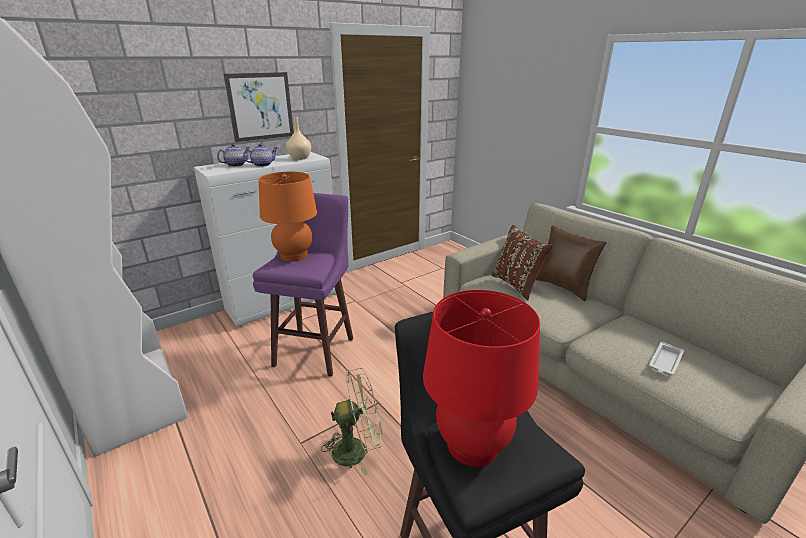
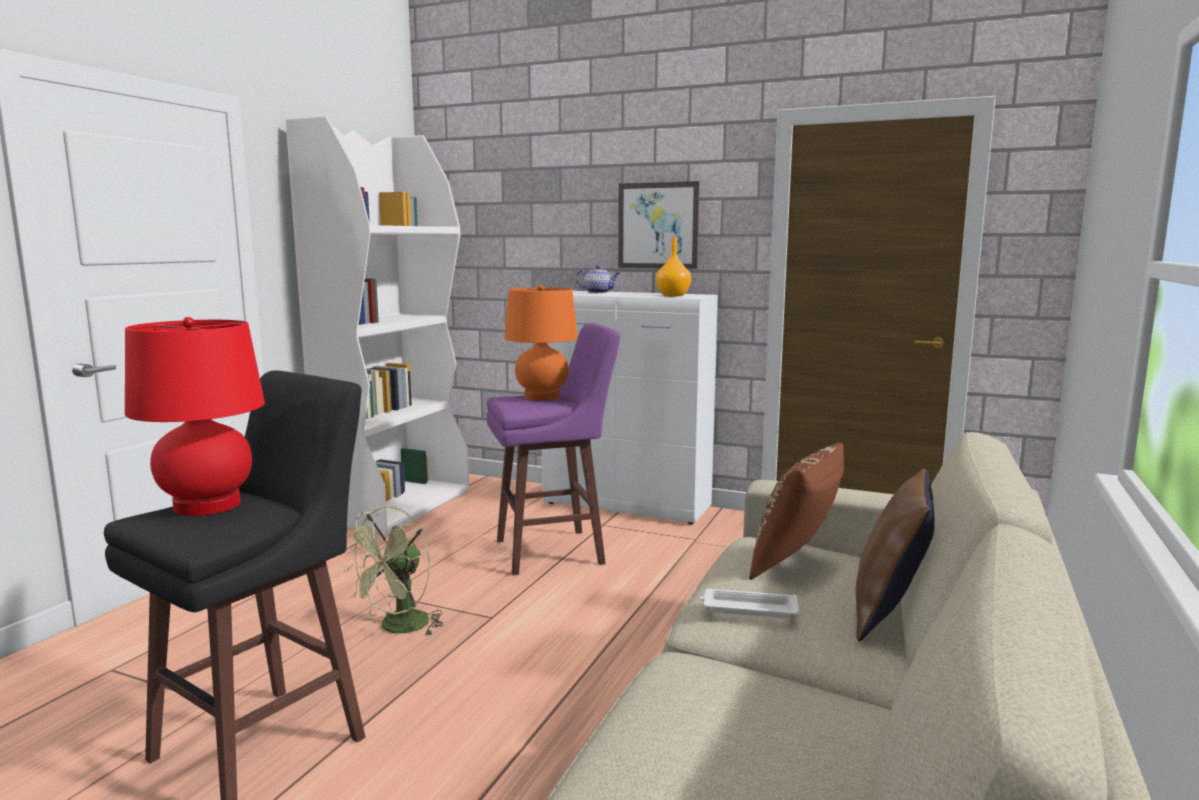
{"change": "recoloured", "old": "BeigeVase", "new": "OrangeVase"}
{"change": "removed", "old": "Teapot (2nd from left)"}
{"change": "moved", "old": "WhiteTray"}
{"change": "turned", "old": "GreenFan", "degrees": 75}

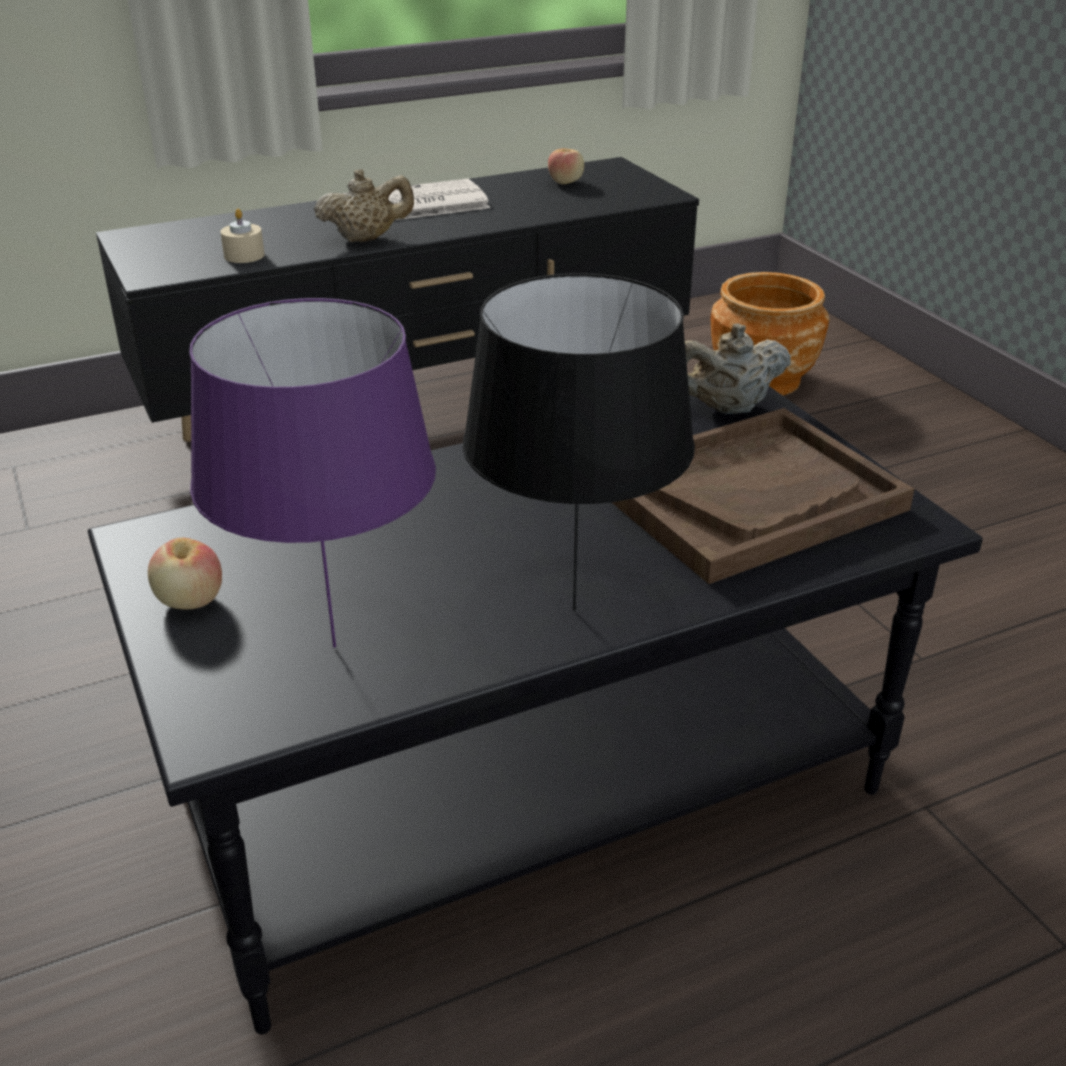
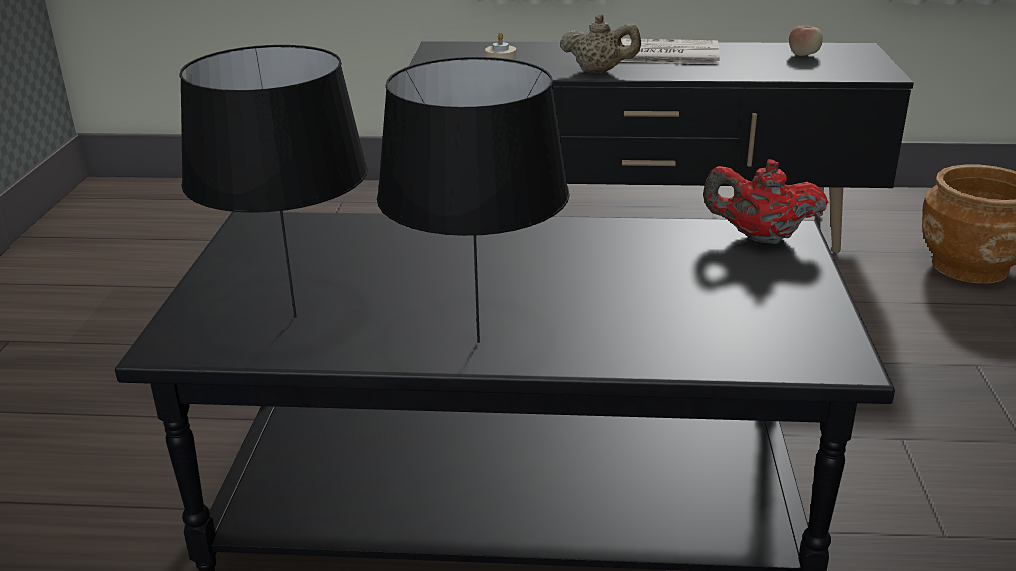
{"change": "recoloured", "old": "PurpleTableLamp", "new": "BlackTableLamp (1st from left)"}
{"change": "recoloured", "old": "BeigeTeapot (2nd from left)", "new": "RedTeapot"}
{"change": "removed", "old": "BrownTray"}
{"change": "removed", "old": "Apple (1st from left)"}

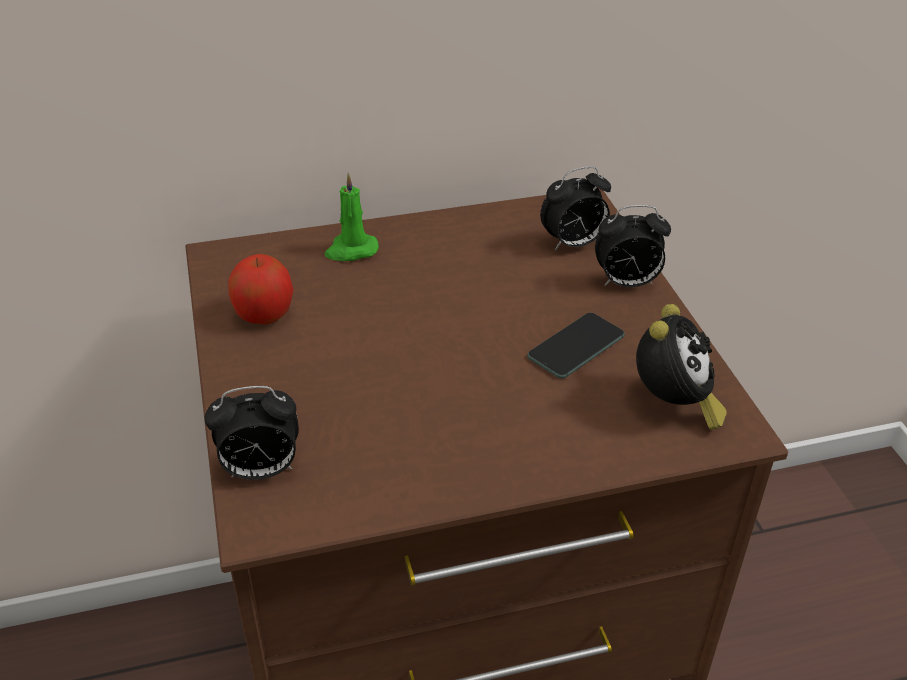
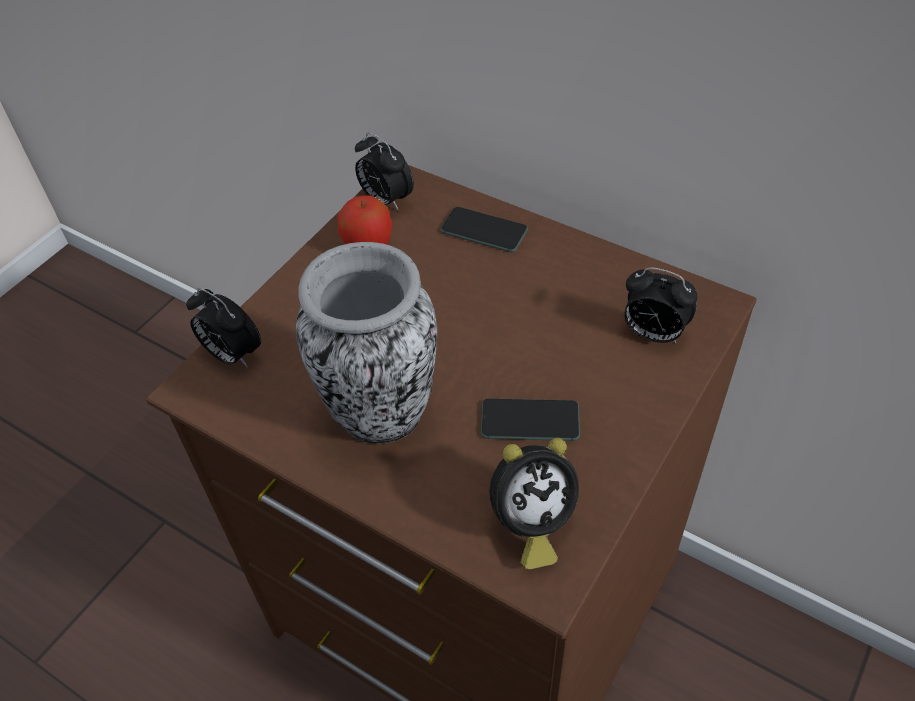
{"change": "replaced", "old": "GreenCandle", "new": "Phone (1st from left)"}
{"change": "moved", "old": "AlarmClock (3rd from left in the first image)", "new": "AlarmClock (2nd from left)"}
{"change": "added", "new": "Vase"}

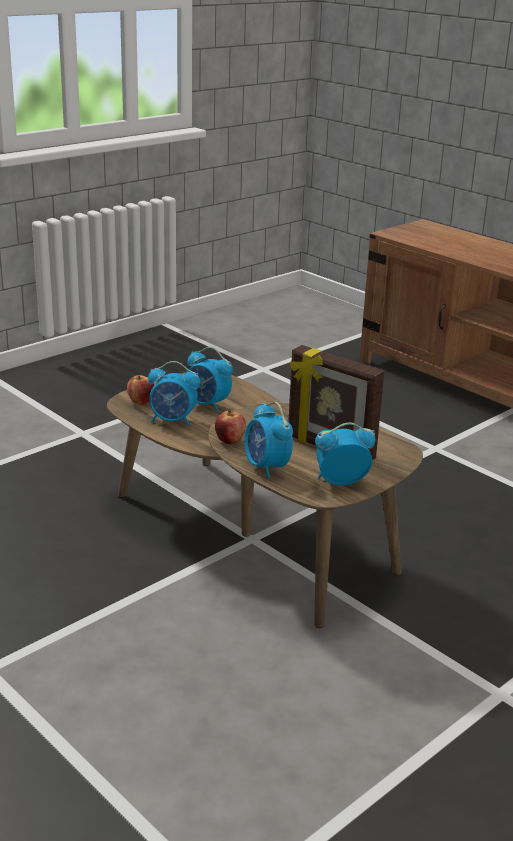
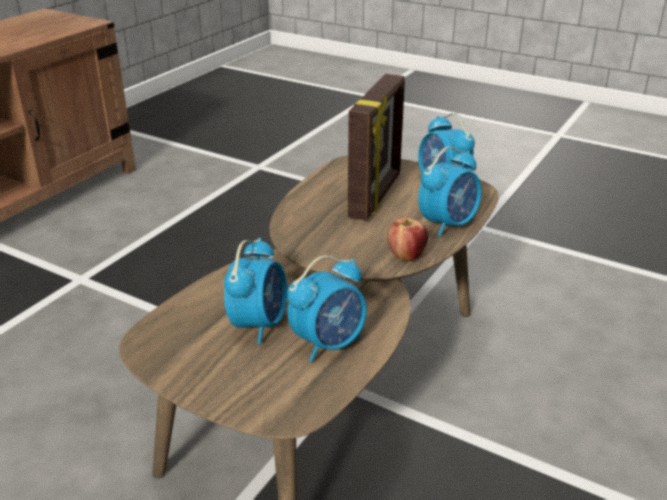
{"change": "turned", "old": "AlarmClock (1st from left in the first image)", "degrees": 60}
{"change": "removed", "old": "Apple (1st from left)"}

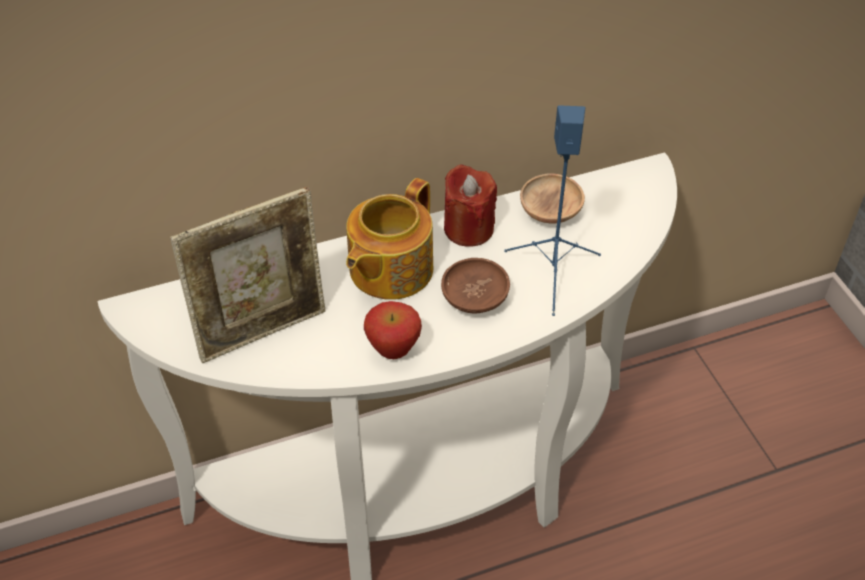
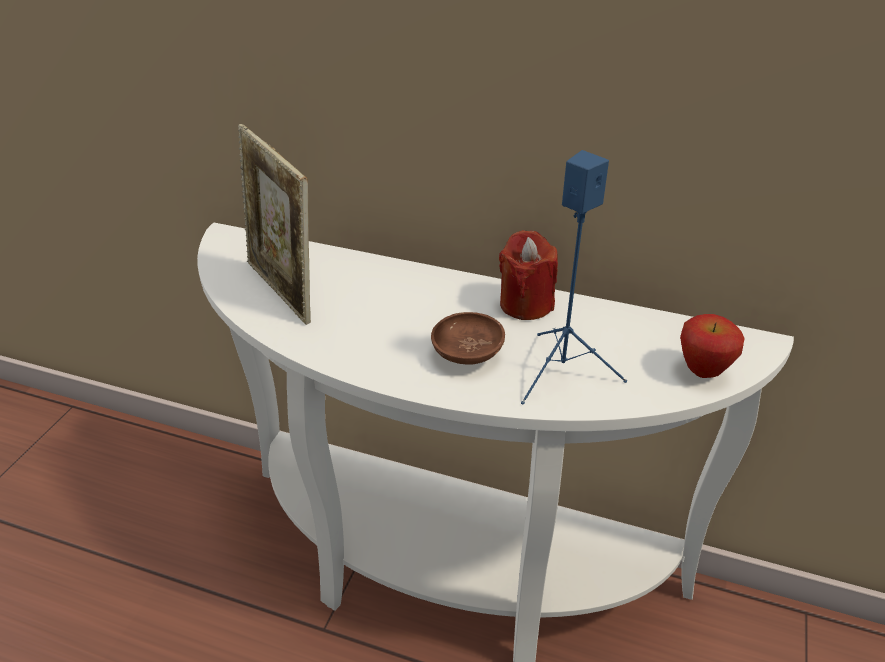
{"change": "removed", "old": "BrownBowl (2nd from left)"}
{"change": "removed", "old": "Teapot"}
{"change": "turned", "old": "PictureFrame", "degrees": 45}
{"change": "moved", "old": "Apple"}

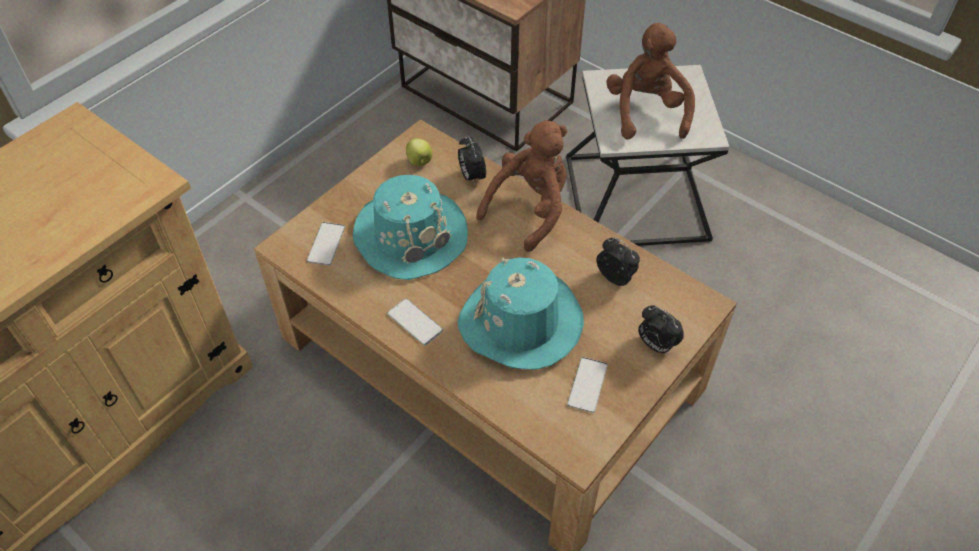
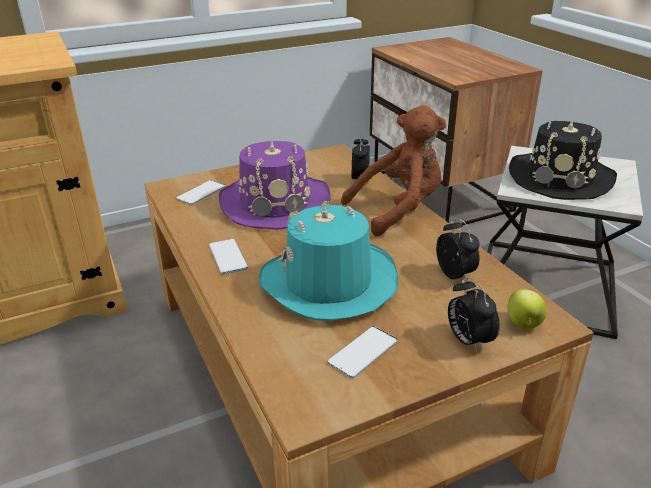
{"change": "replaced", "old": "BrownPlushToy (2nd from left)", "new": "BlackHat"}
{"change": "moved", "old": "Apple"}
{"change": "recoloured", "old": "TurquoiseHat (1st from left)", "new": "PurpleHat"}

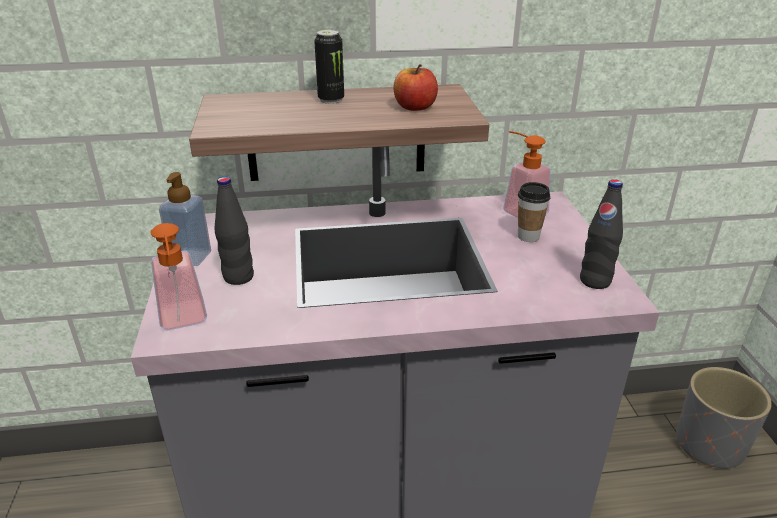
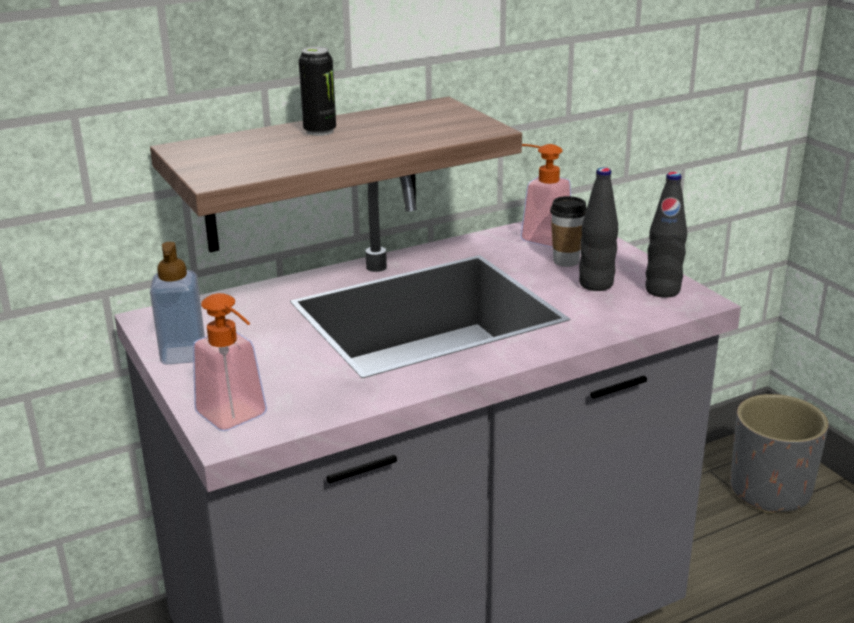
{"change": "removed", "old": "Apple"}
{"change": "moved", "old": "BlackBottle (1st from left)"}

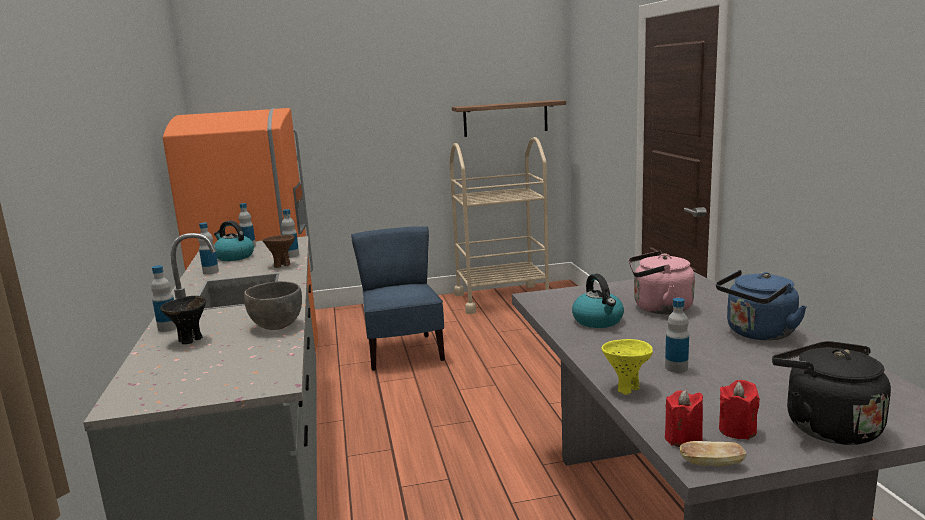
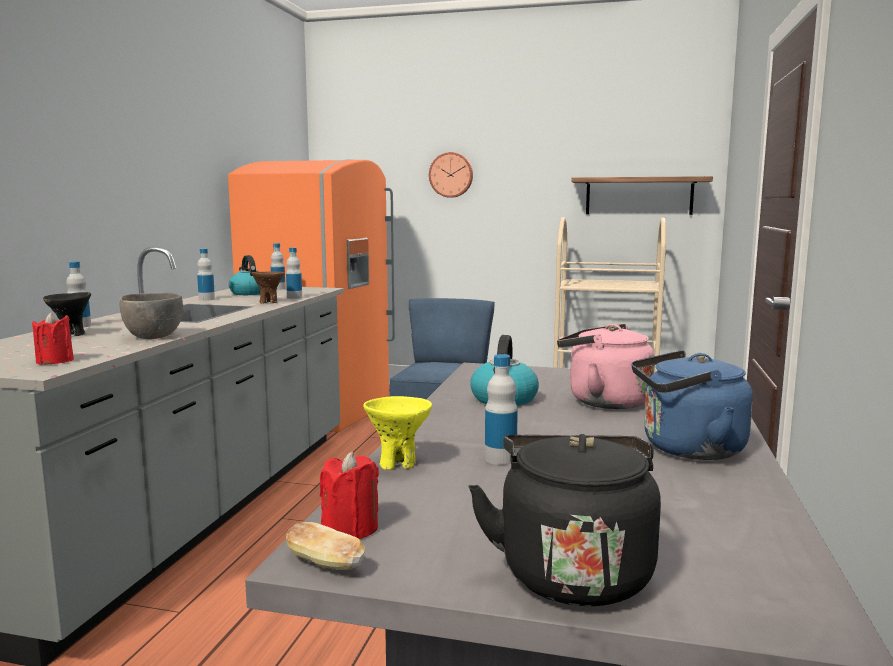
{"change": "moved", "old": "RedCandle (2nd from left in the first image)", "new": "RedCandle (1st from left)"}
{"change": "added", "new": "WallClock"}

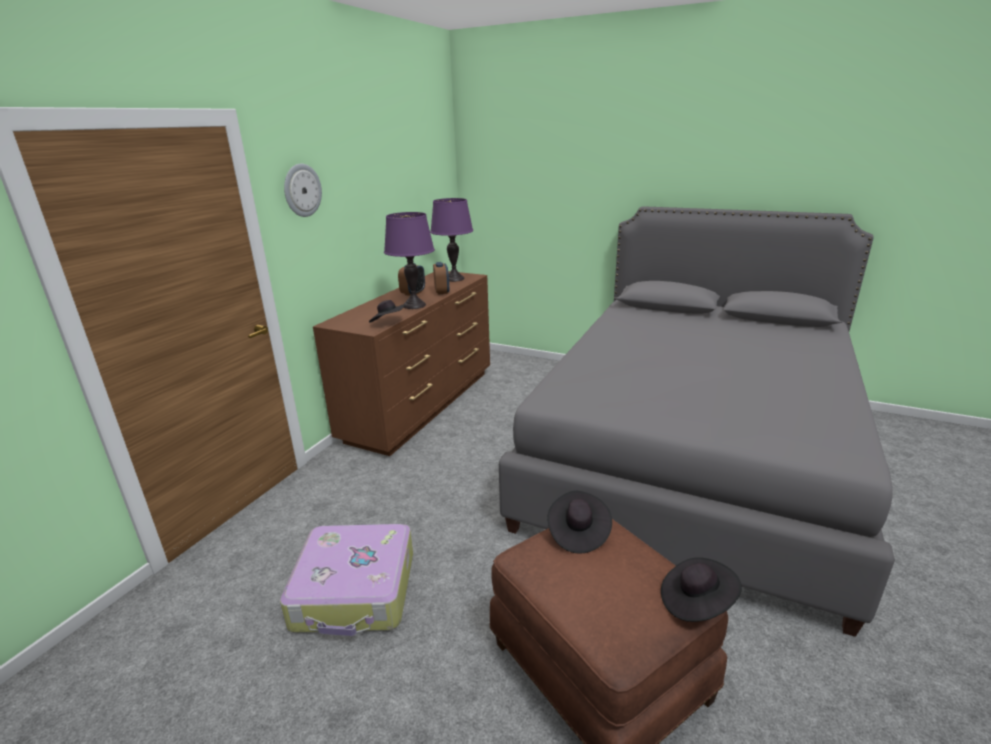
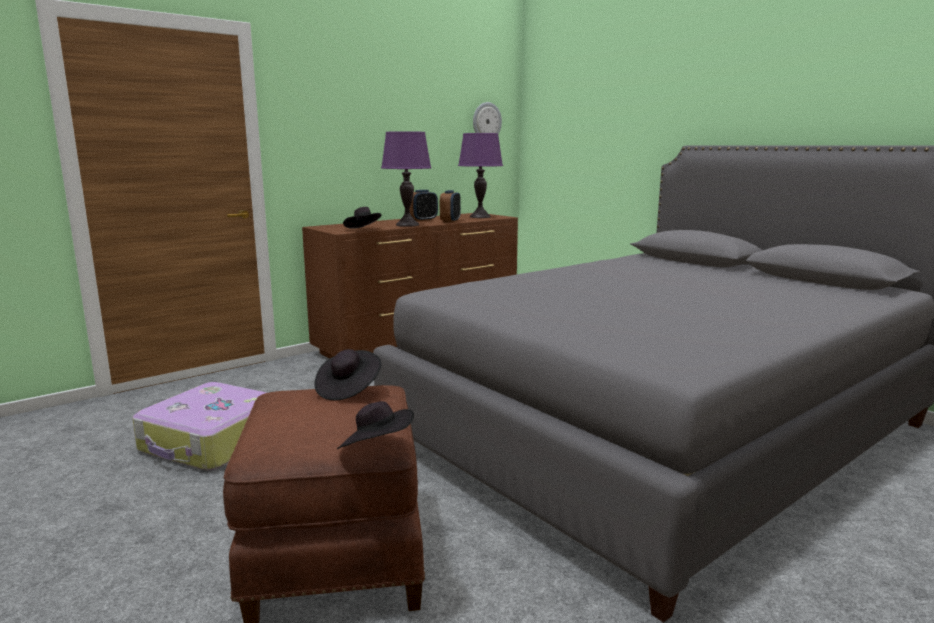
{"change": "moved", "old": "WallClock"}

